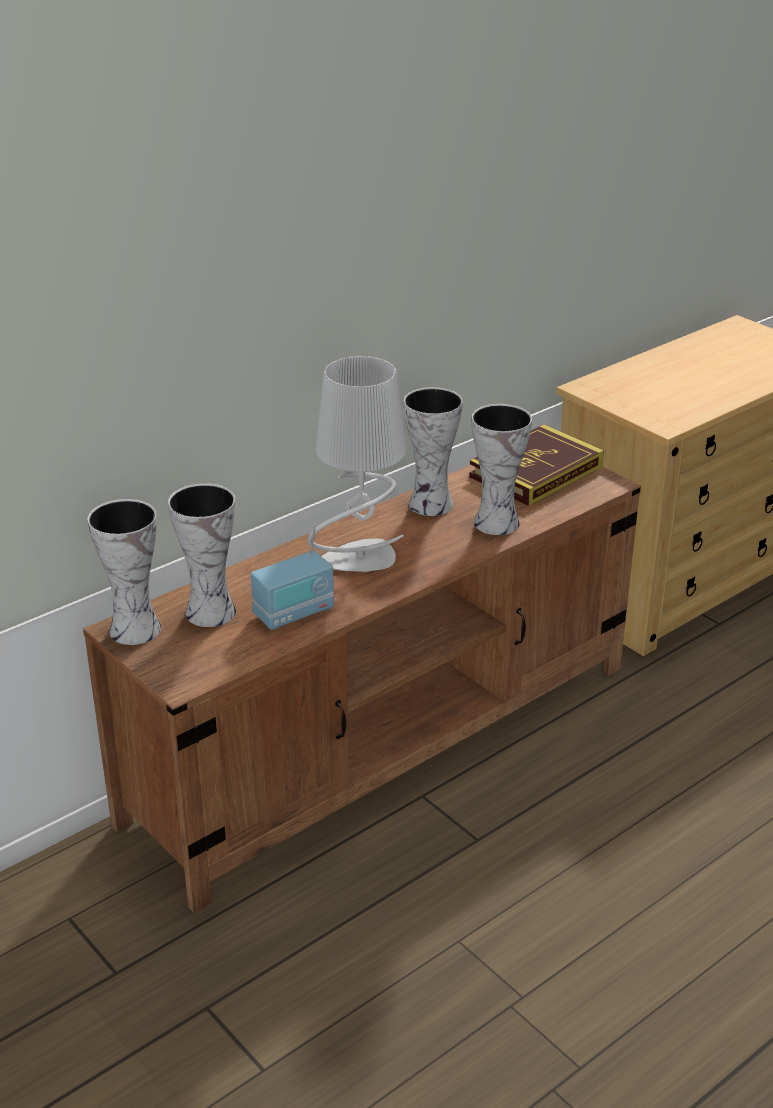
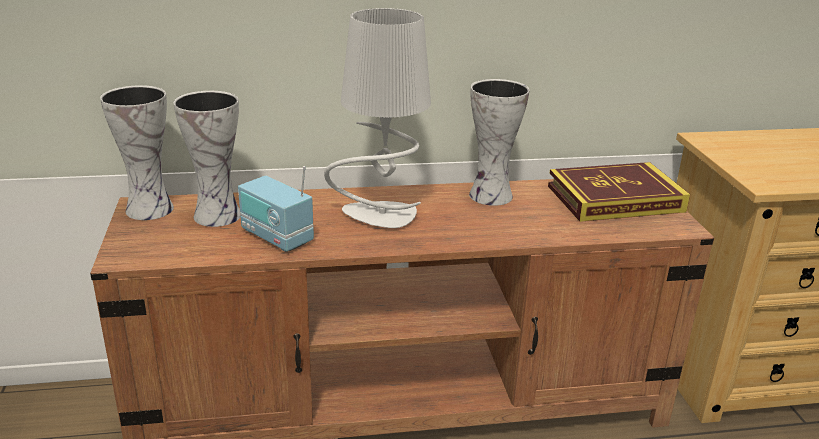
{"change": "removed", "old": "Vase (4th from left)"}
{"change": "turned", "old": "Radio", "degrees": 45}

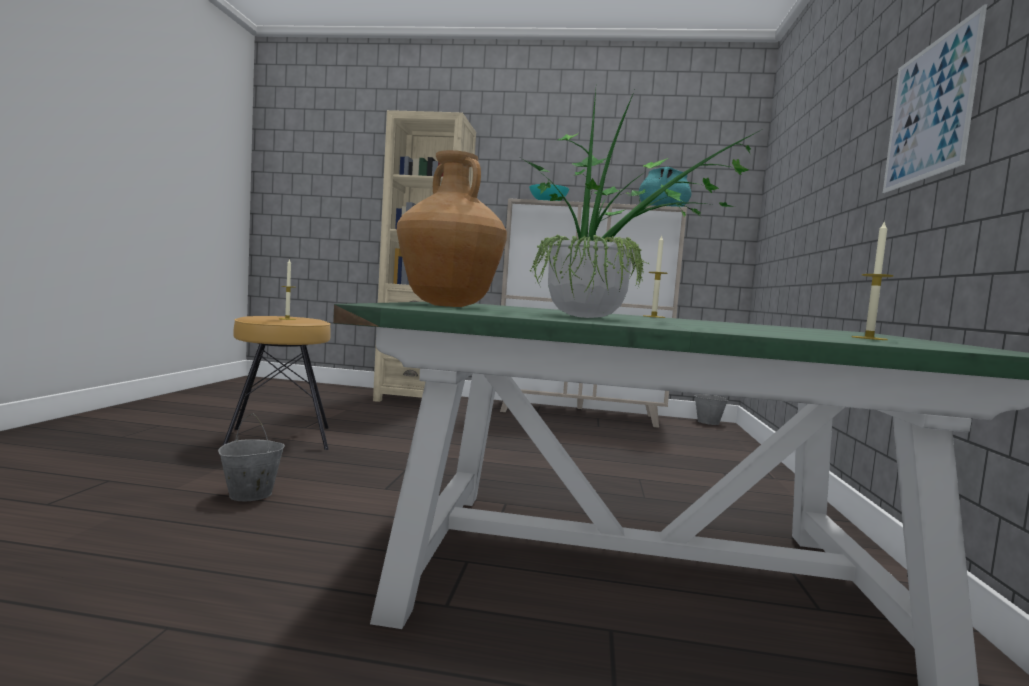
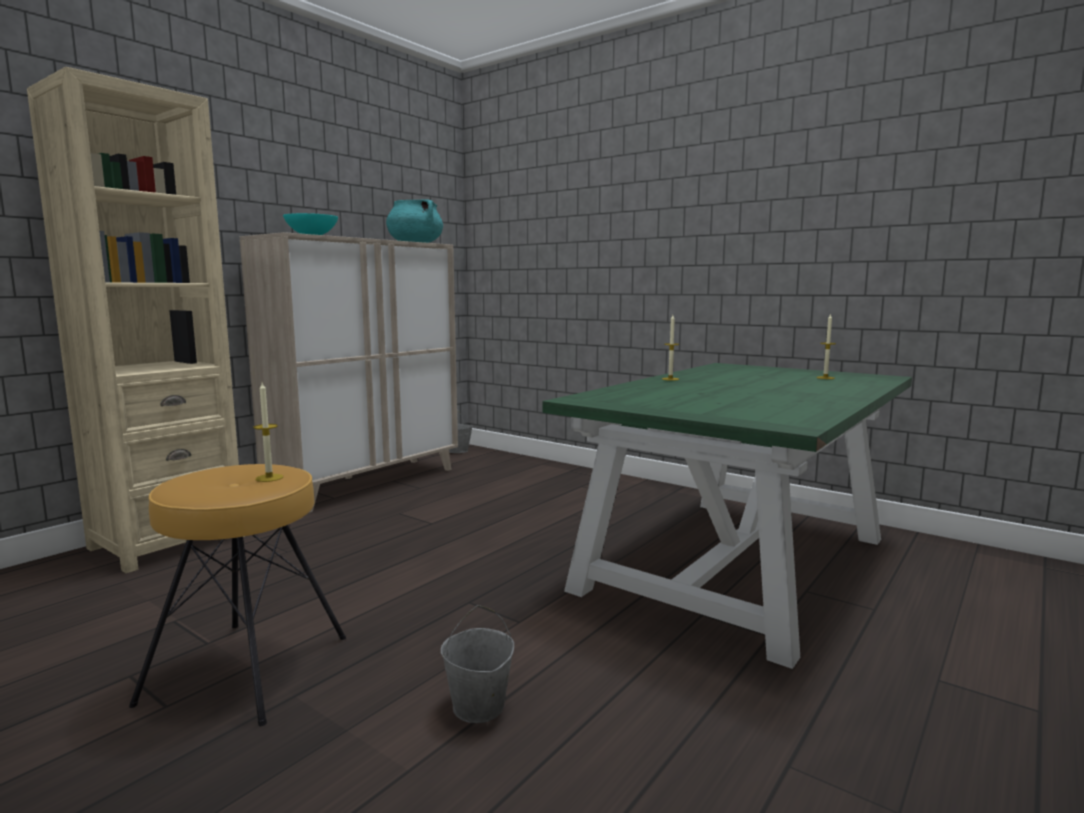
{"change": "removed", "old": "Picture"}
{"change": "removed", "old": "PottedPlant"}
{"change": "removed", "old": "BrownVase"}

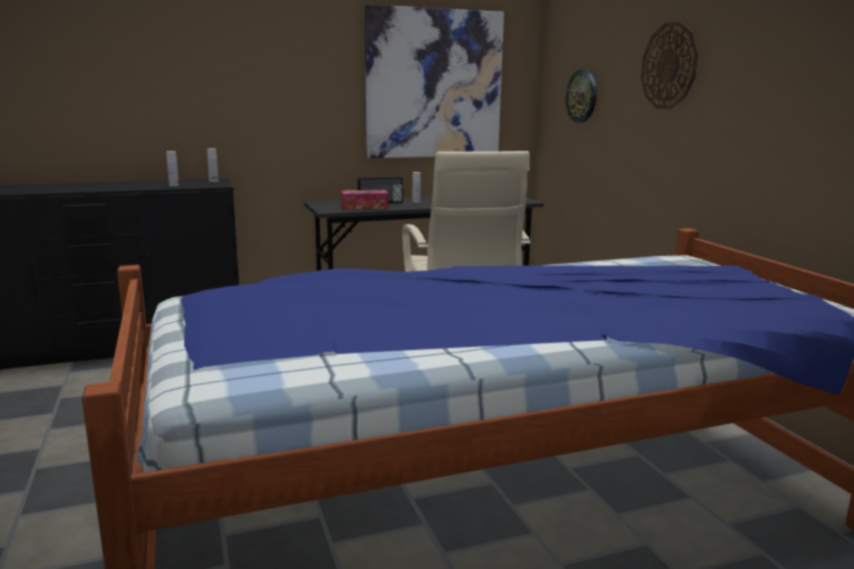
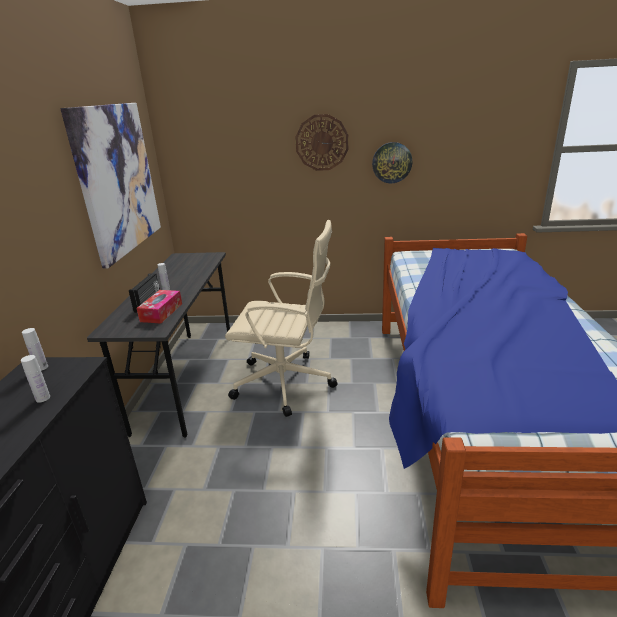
{"change": "moved", "old": "WallClock (1st from left in the first image)", "new": "WallClock (2nd from left)"}

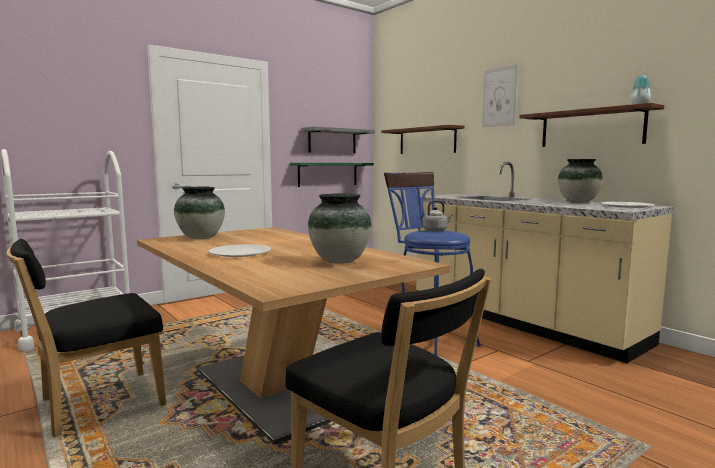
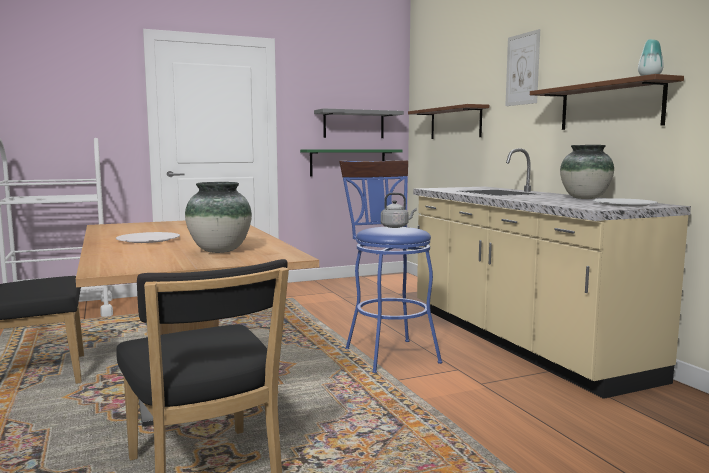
{"change": "removed", "old": "Vase (1st from left)"}

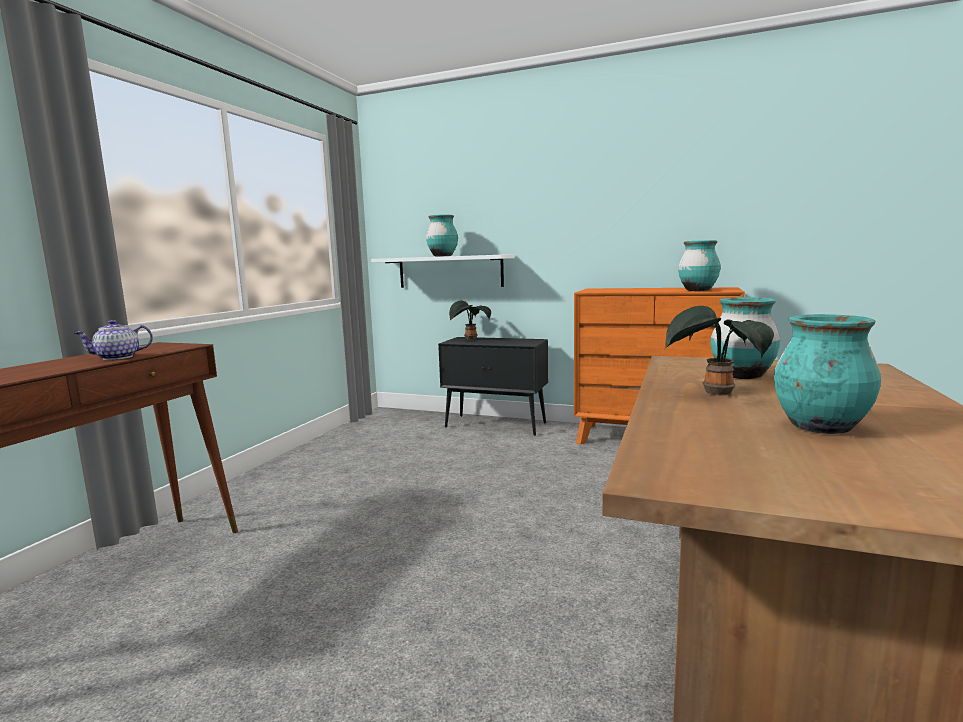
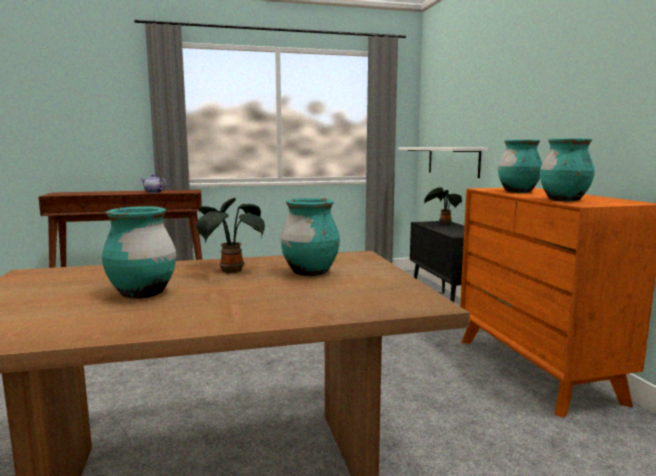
{"change": "moved", "old": "TurquoiseVase (1st from left in the first image)", "new": "TurquoiseVase (3rd from left)"}

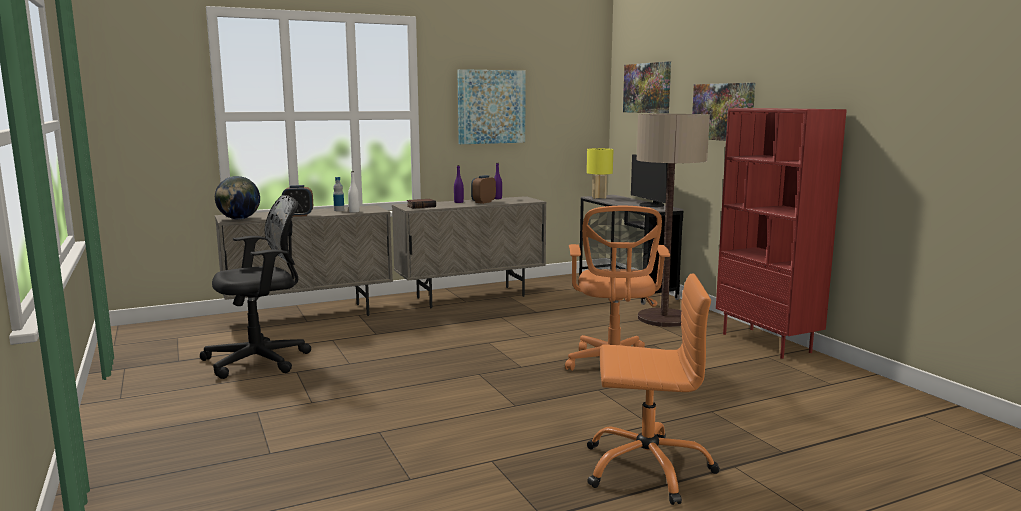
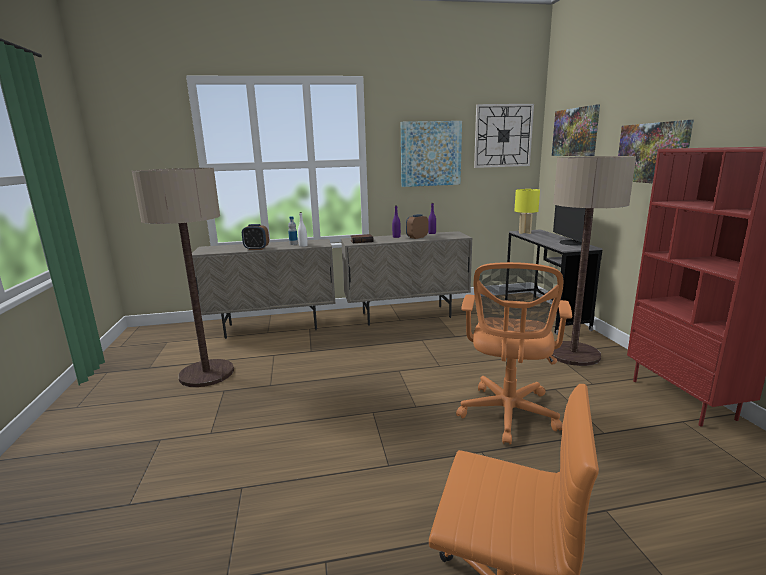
{"change": "removed", "old": "Globe"}
{"change": "replaced", "old": "BlackOfficeChair", "new": "FloorLamp (1st from left)"}
{"change": "added", "new": "WallClock"}

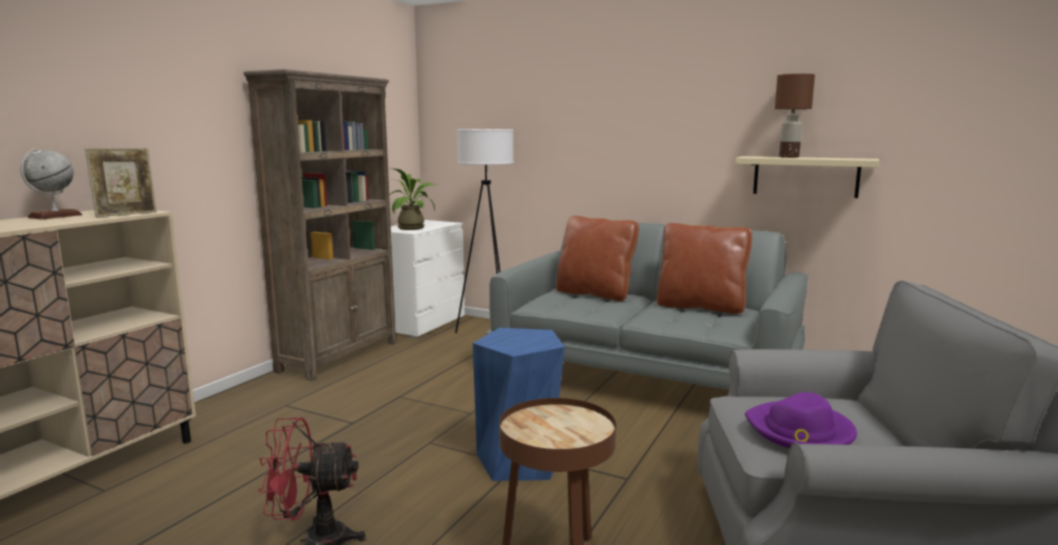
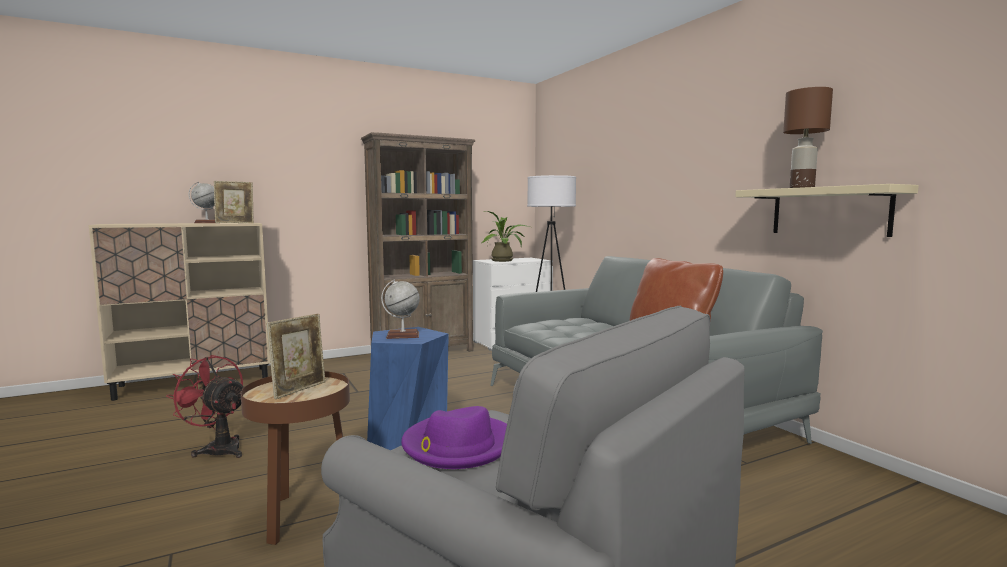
{"change": "removed", "old": "BrownPillow (1st from left)"}
{"change": "added", "new": "Globe (2nd from left)"}
{"change": "added", "new": "PictureFrame (2nd from left)"}

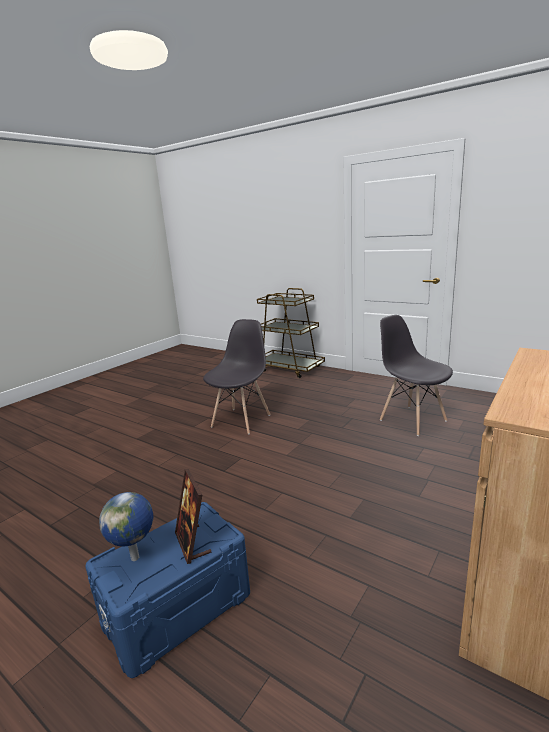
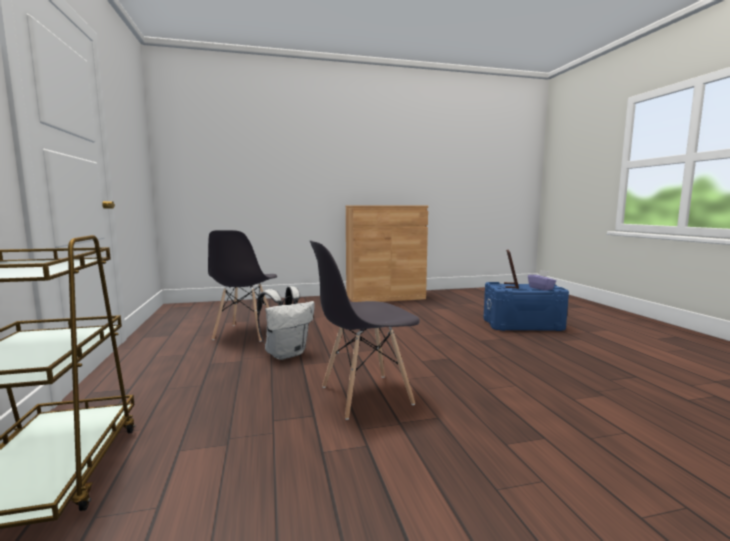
{"change": "replaced", "old": "Globe", "new": "PurpleTissueBox"}
{"change": "added", "new": "WhiteBackpack"}

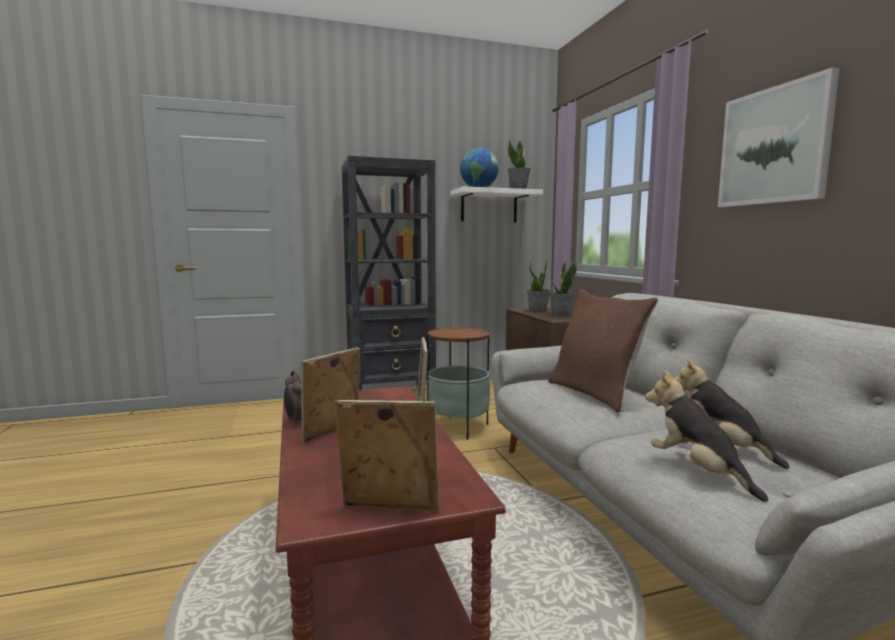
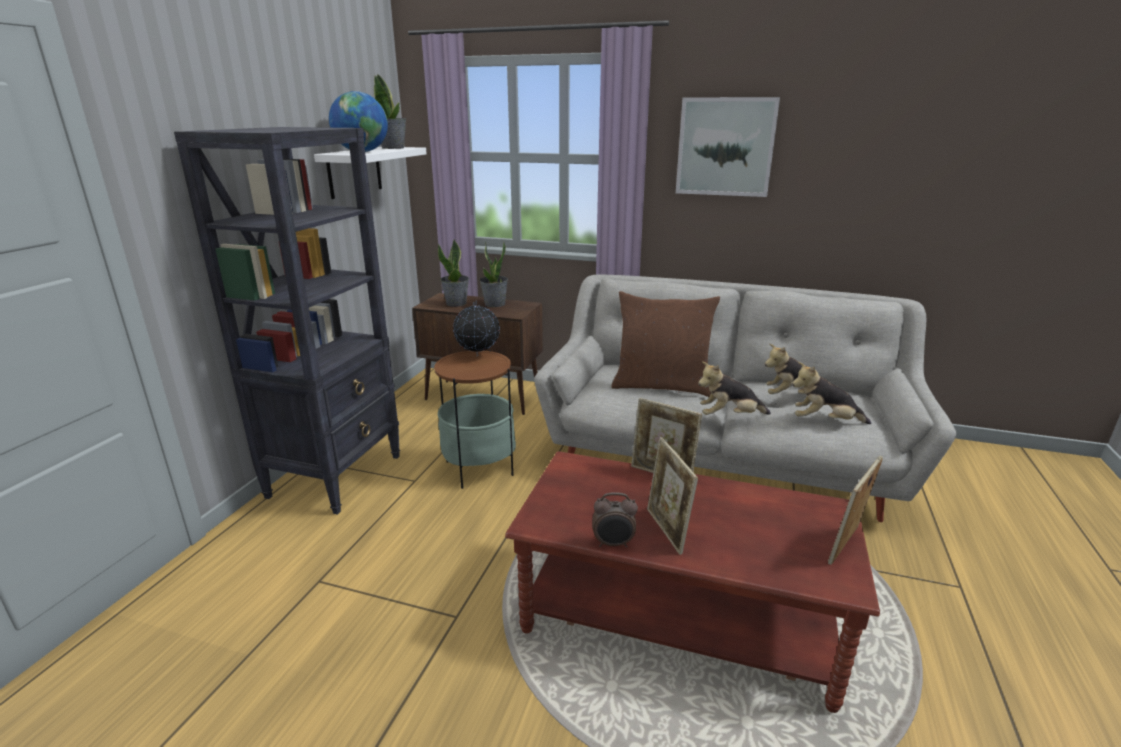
{"change": "added", "new": "Globe (2nd from left)"}
{"change": "added", "new": "PlushToy (1st from left)"}

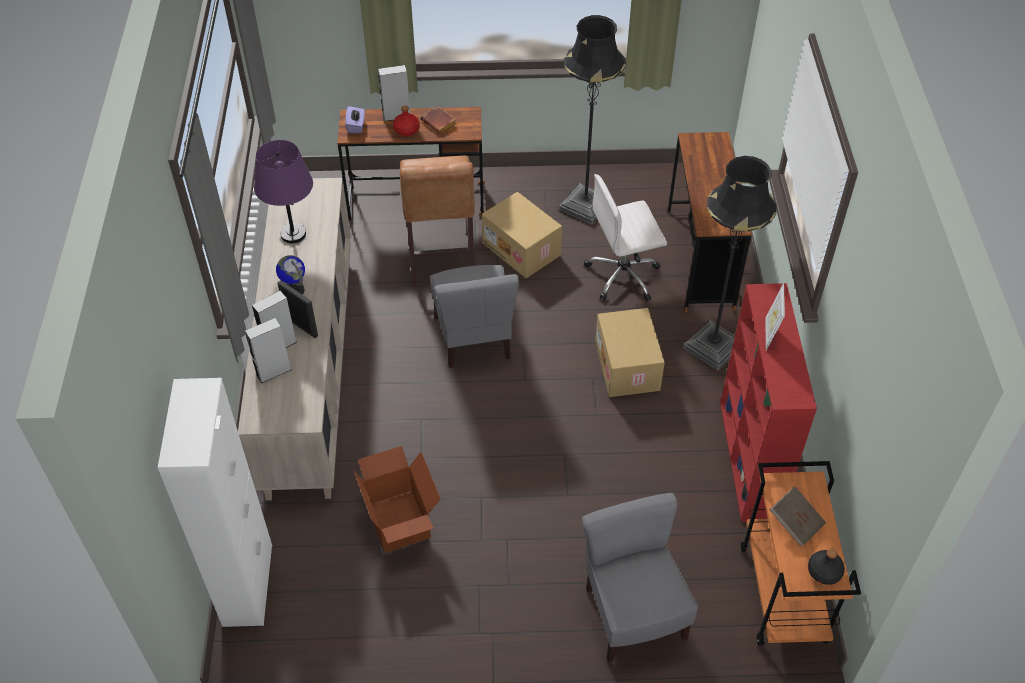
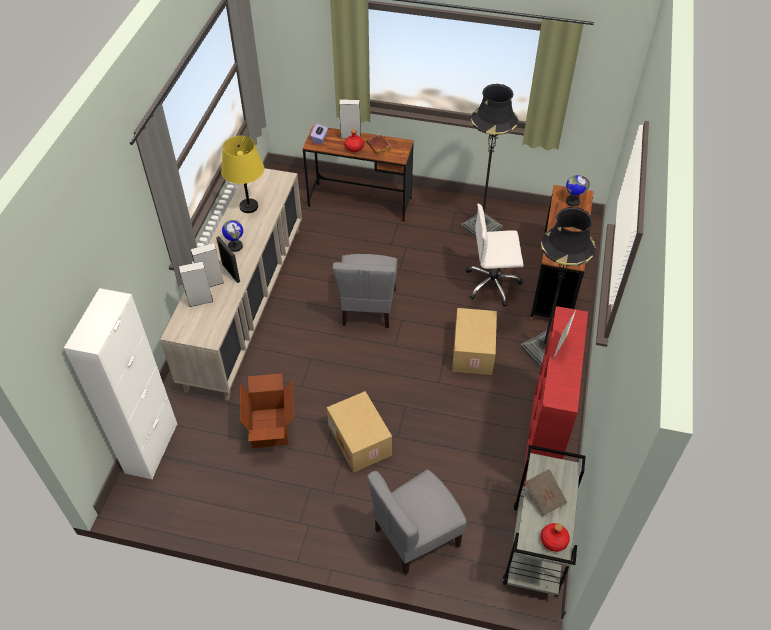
{"change": "recoloured", "old": "PurpleTableLamp", "new": "YellowTableLamp"}
{"change": "removed", "old": "BrownStool"}
{"change": "moved", "old": "CardboardBox (2nd from left)"}
{"change": "recoloured", "old": "OrangeCart", "new": "GreyCart"}
{"change": "turned", "old": "GreyChair (2nd from left)", "degrees": -120}
{"change": "recoloured", "old": "BlackBottle", "new": "RedBottle (2nd from left)"}
{"change": "added", "new": "Globe (2nd from left)"}

